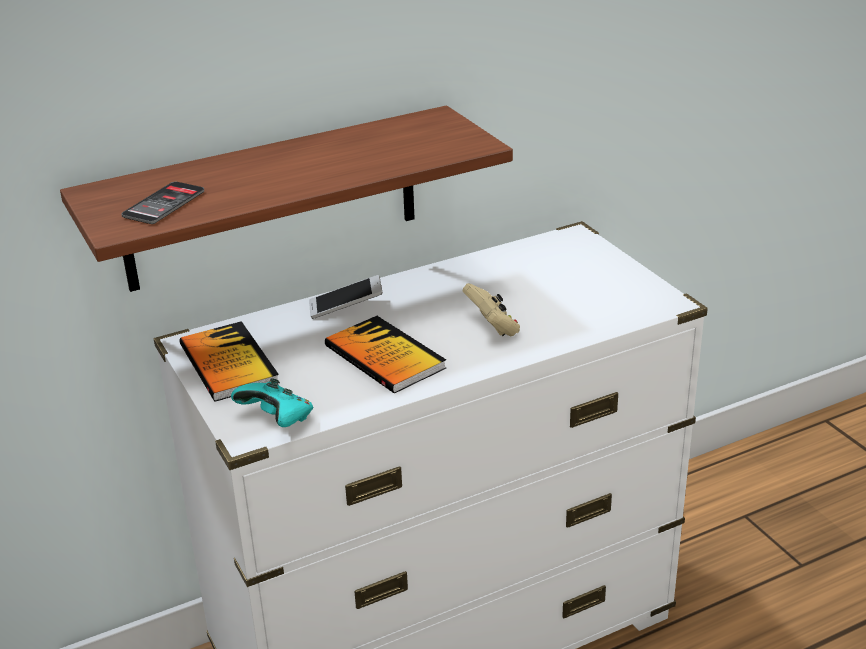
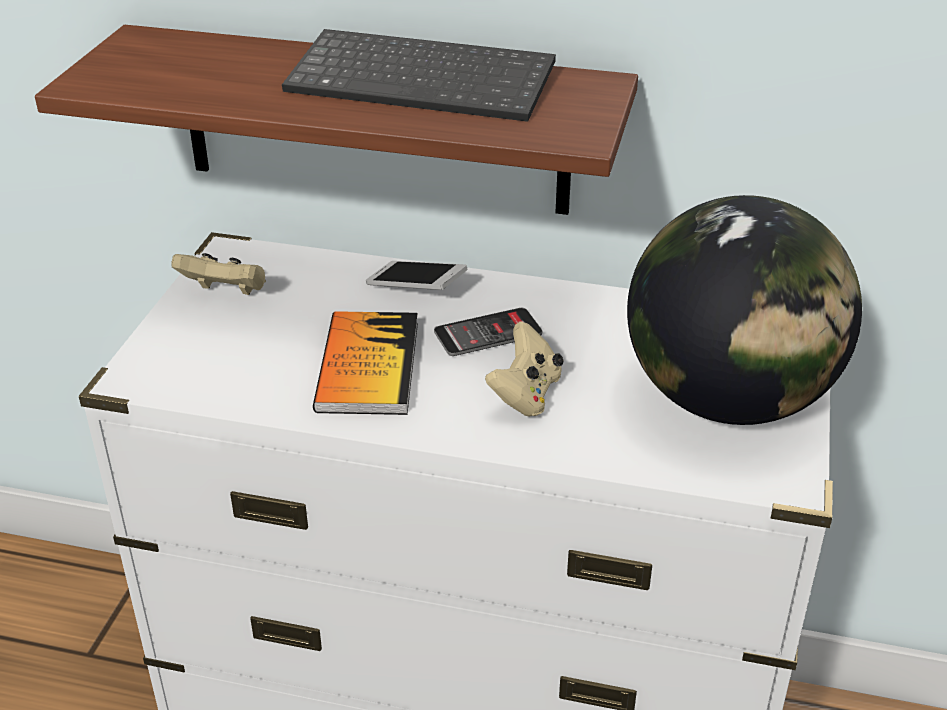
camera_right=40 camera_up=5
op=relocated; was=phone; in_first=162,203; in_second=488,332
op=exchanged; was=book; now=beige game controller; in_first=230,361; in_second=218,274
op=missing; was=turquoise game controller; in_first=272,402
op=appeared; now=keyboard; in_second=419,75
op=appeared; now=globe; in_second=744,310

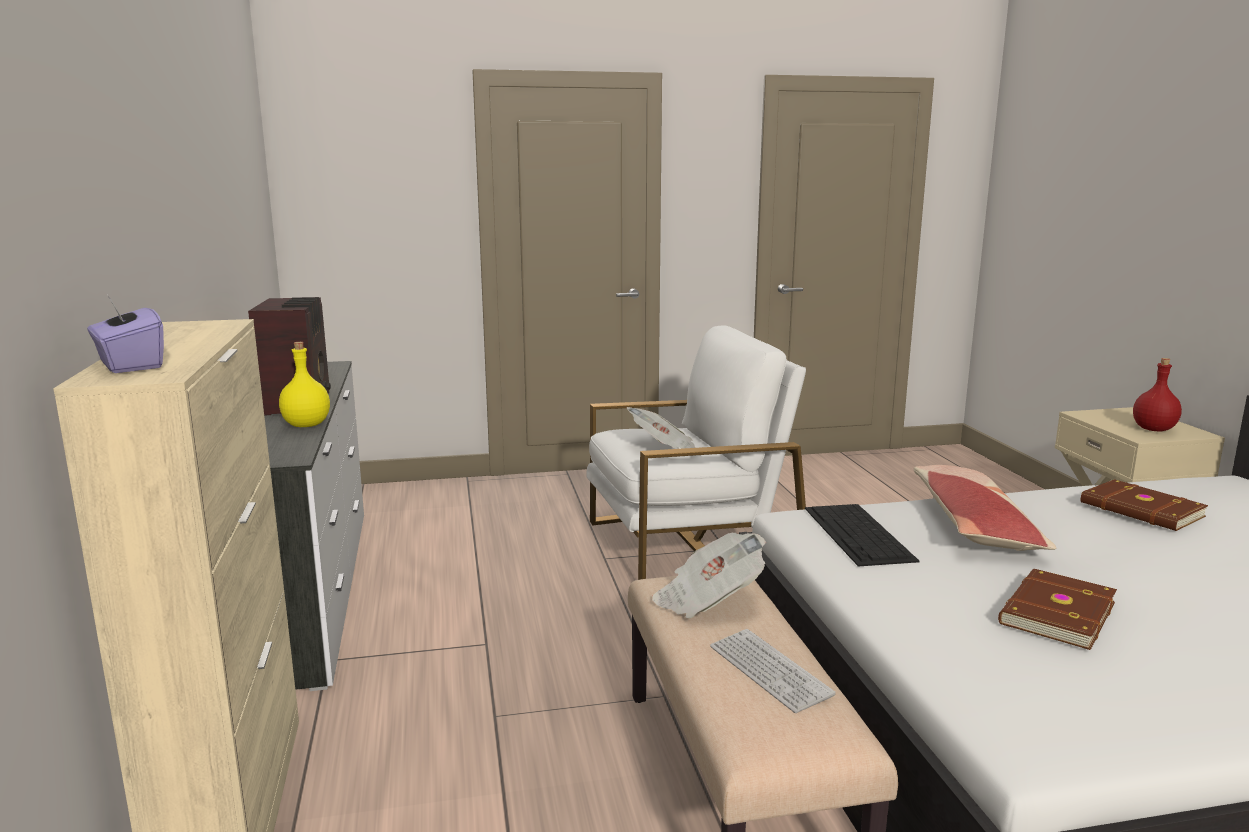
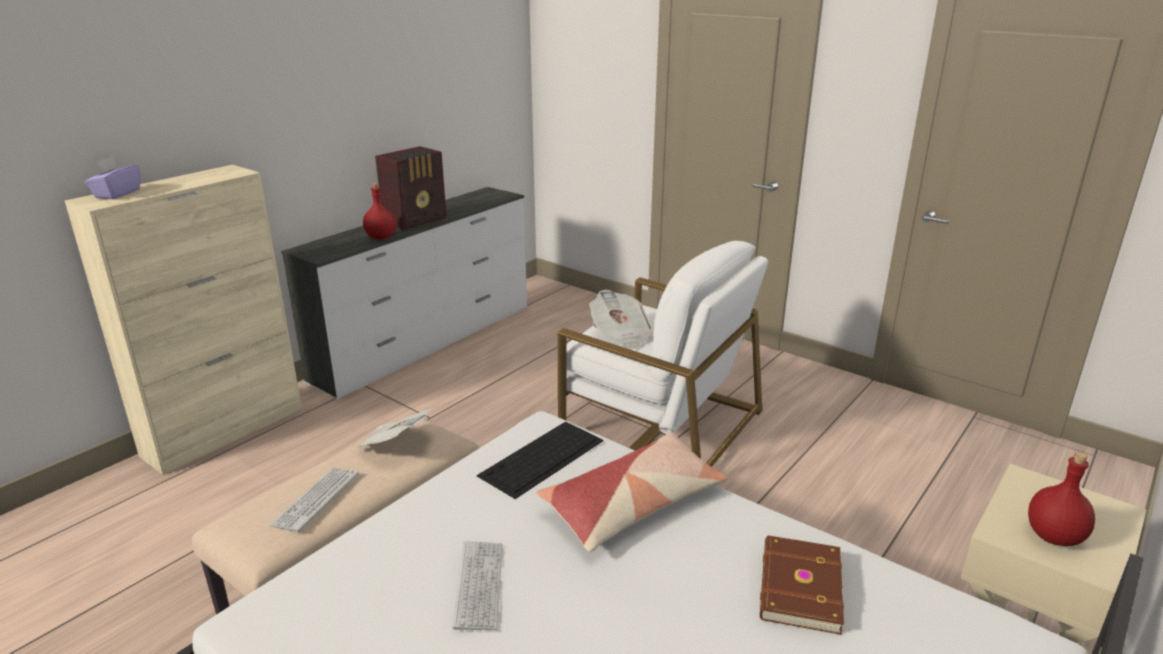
camera_right=50 camera_up=10
op=colour; was=yellow bottle; now=red bottle; in_first=304,384; in_second=379,211
op=exchanged; was=brown book; now=keyboard; in_first=1057,609; in_second=477,585

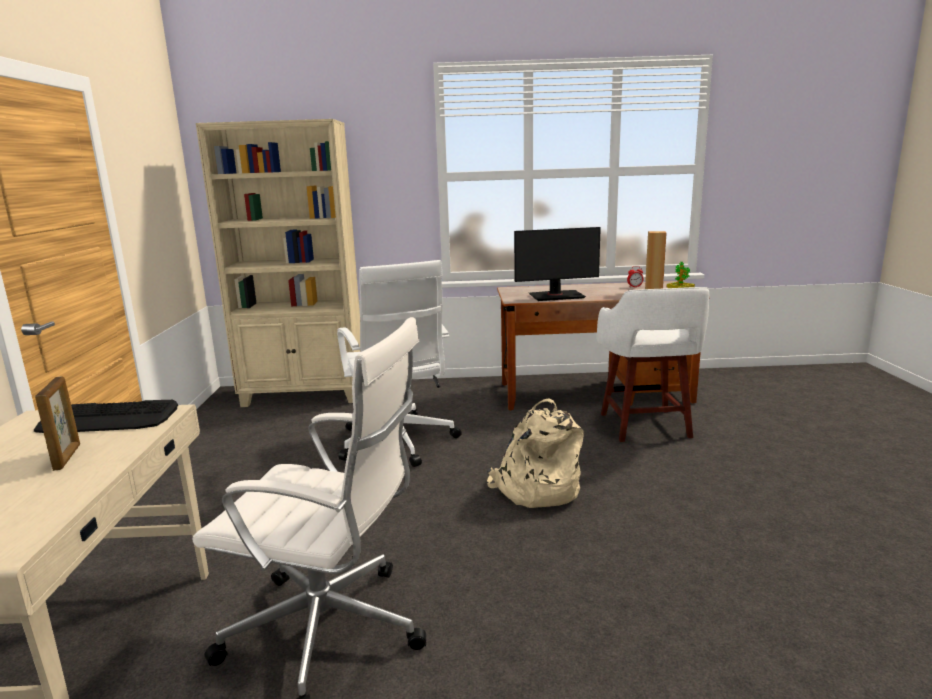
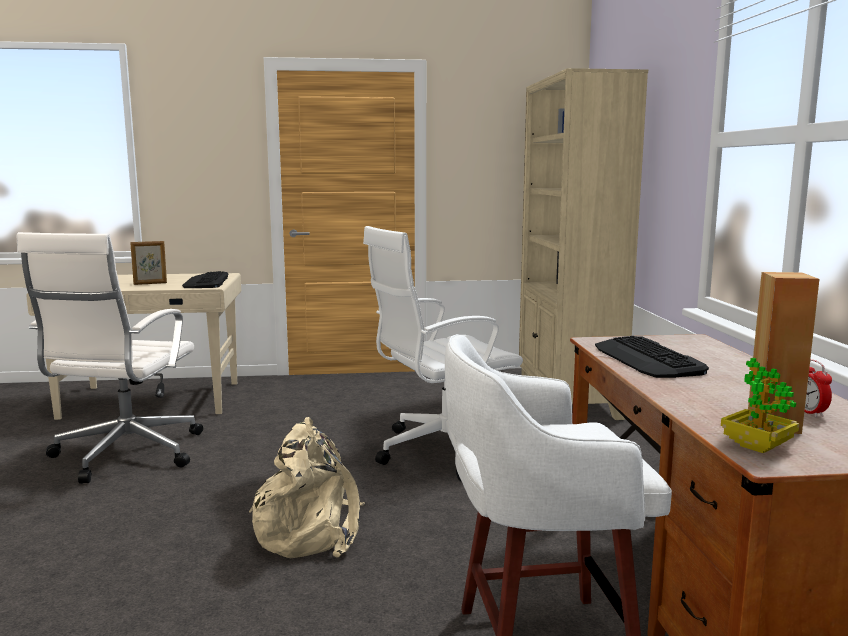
camera_right=85 camera_up=-5
op=exchanged; was=monitor; now=keyboard; in_first=557,264; in_second=652,357

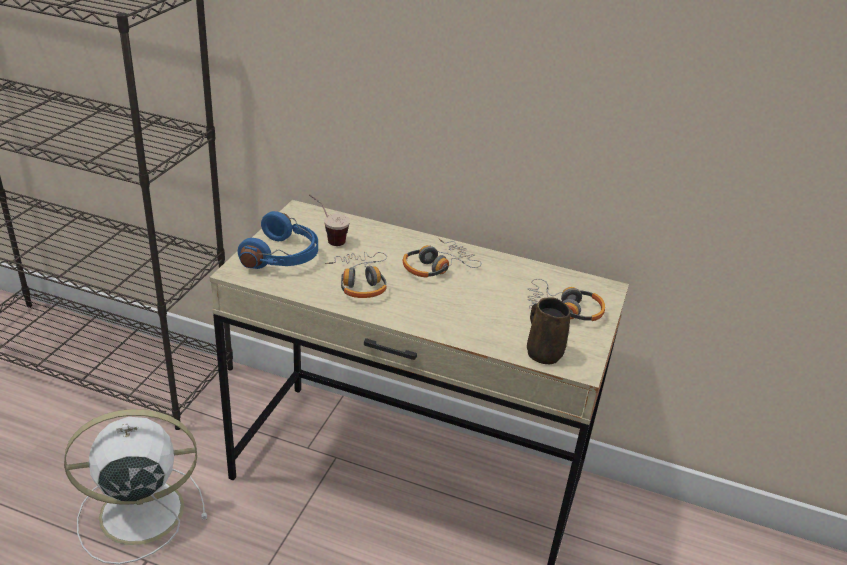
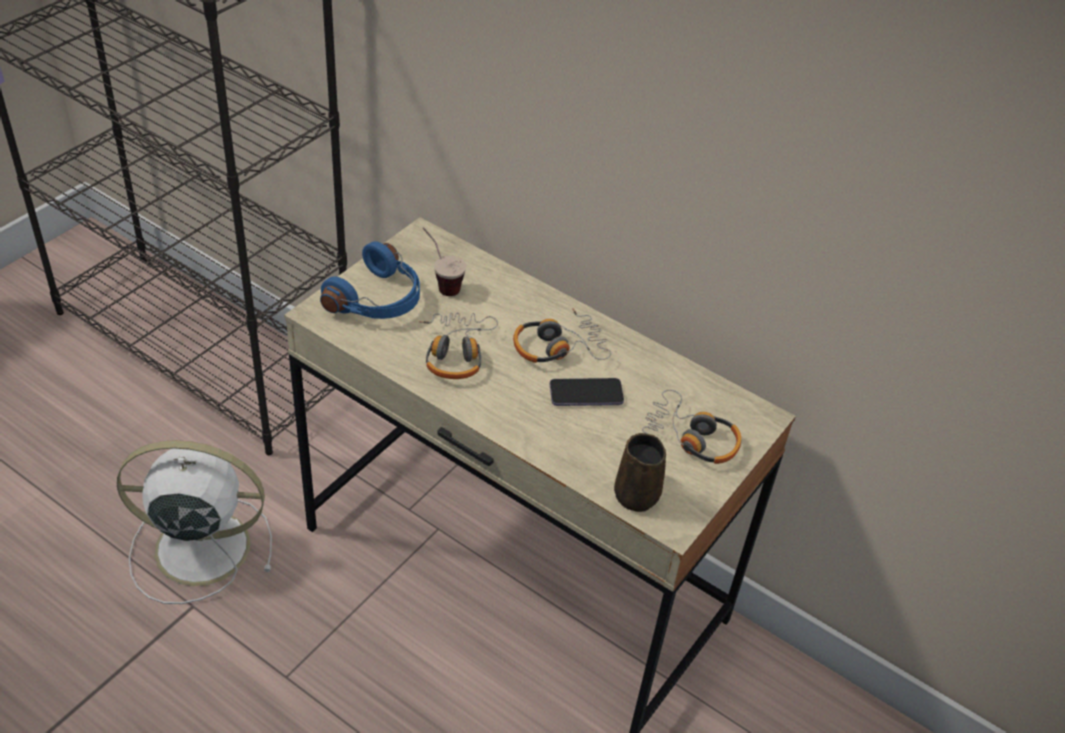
camera_right=15 camera_up=10
op=appeared; now=phone; in_second=587,392

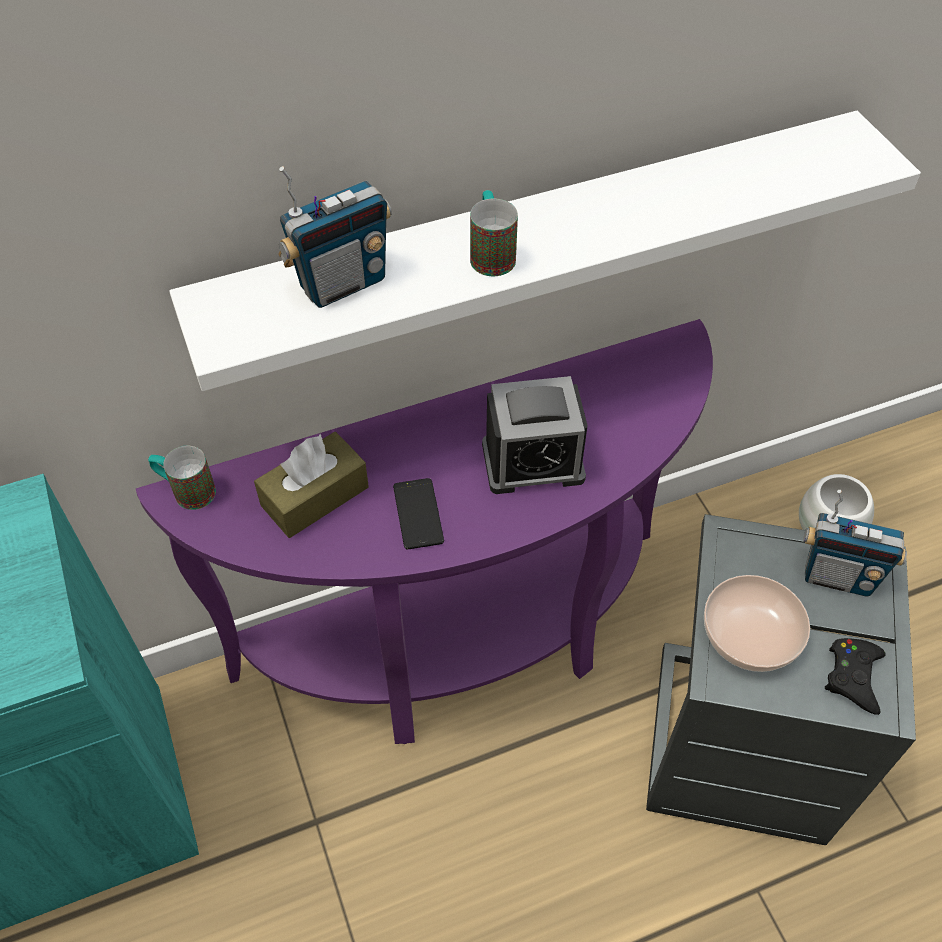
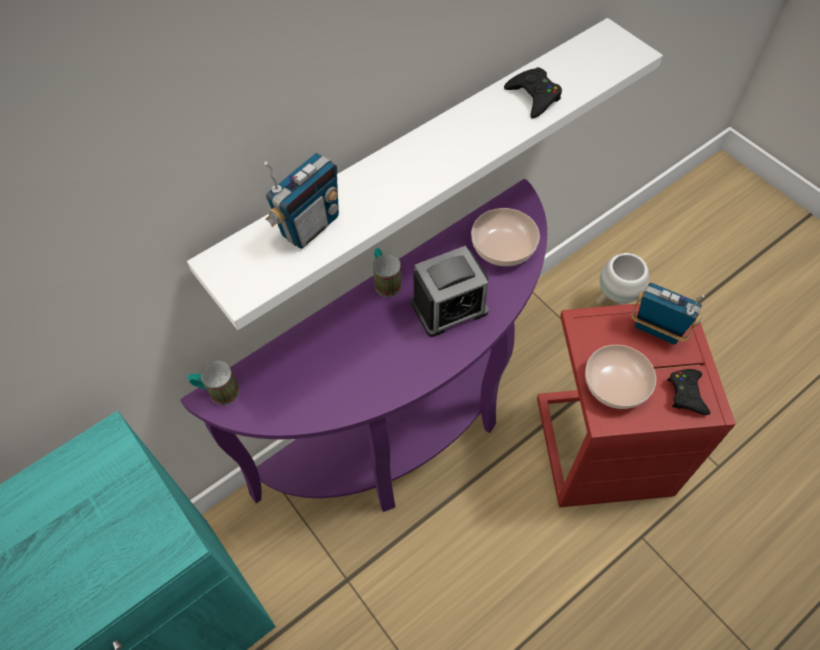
camera_right=-15 camera_up=5
op=relocated; was=mug; in_first=494,233; in_second=387,272
op=missing; was=brown tissue box; in_first=311,485
op=missing; was=phone; in_first=418,513
op=spun; was=radio; in_first=855,543; in_second=667,313; clockwise=-150
op=colour; was=grey side table; now=red side table; in_first=781,679; in_second=636,403
op=appeared; now=black game controller; in_second=533,93
op=appeared; now=bowl; in_second=505,237

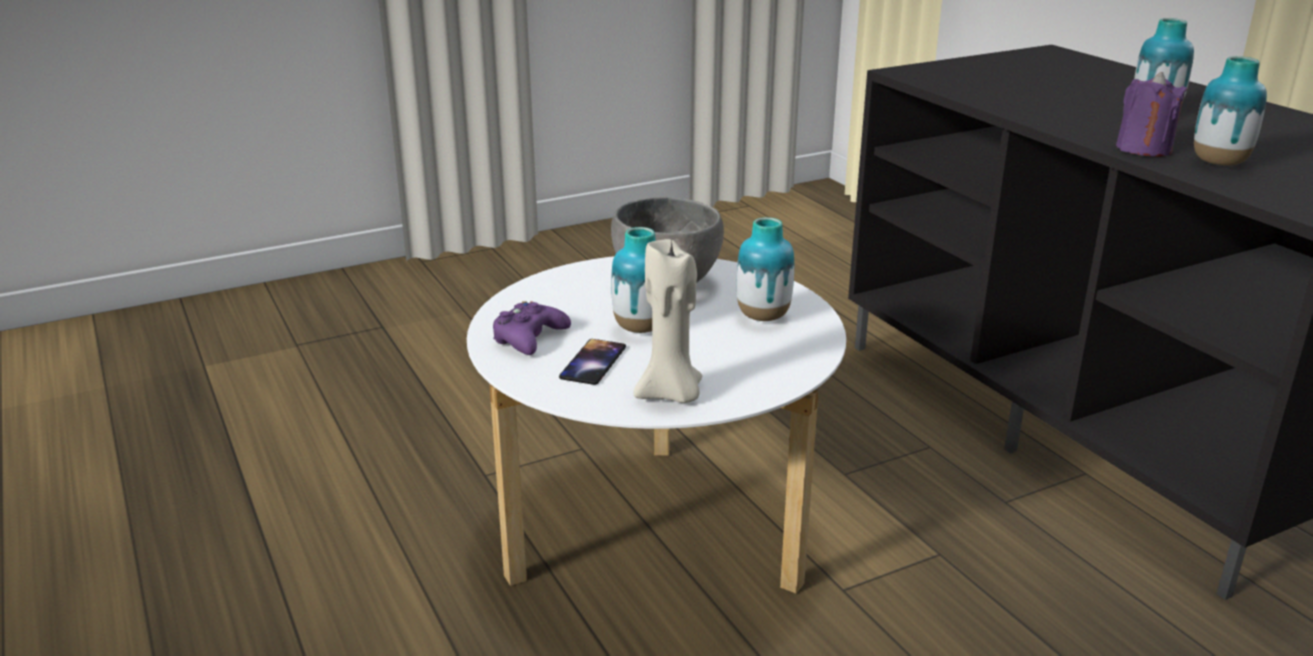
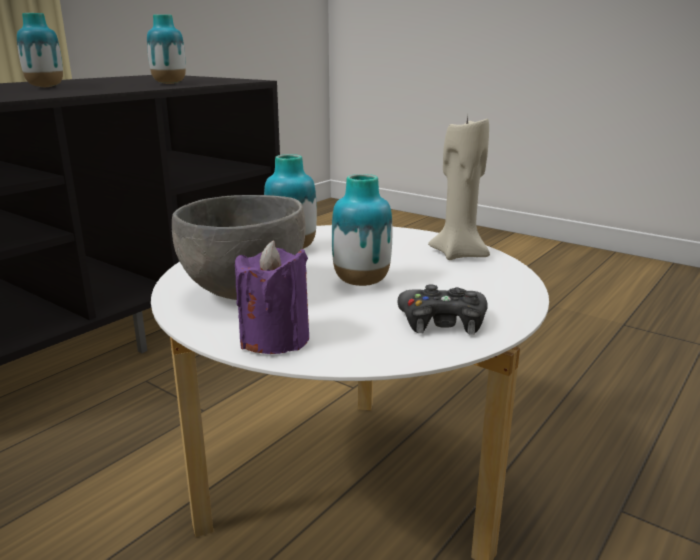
camera_right=-115 camera_up=-5
op=relocated; was=purple candle; in_first=1151,114; in_second=272,297
op=colour; was=purple game controller; now=black game controller; in_first=532,328; in_second=443,309
op=missing; was=phone; in_first=592,362

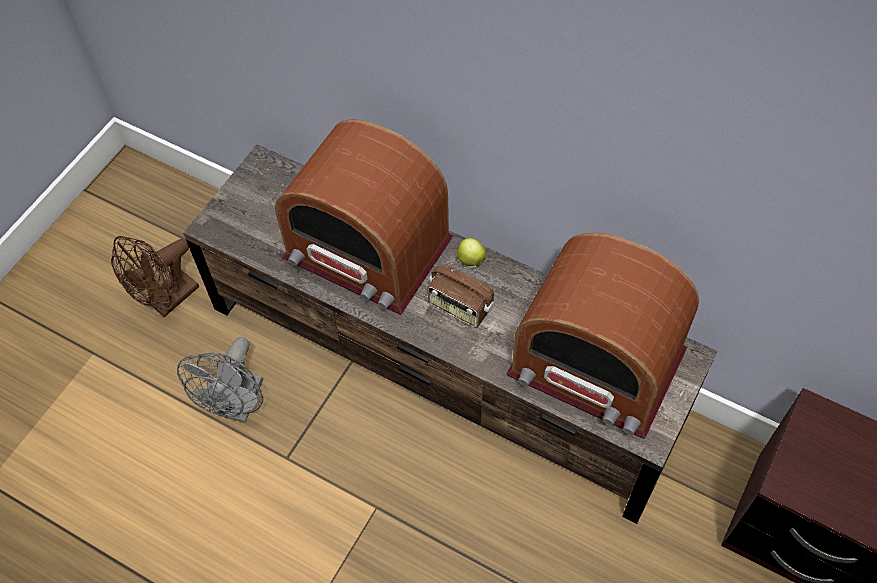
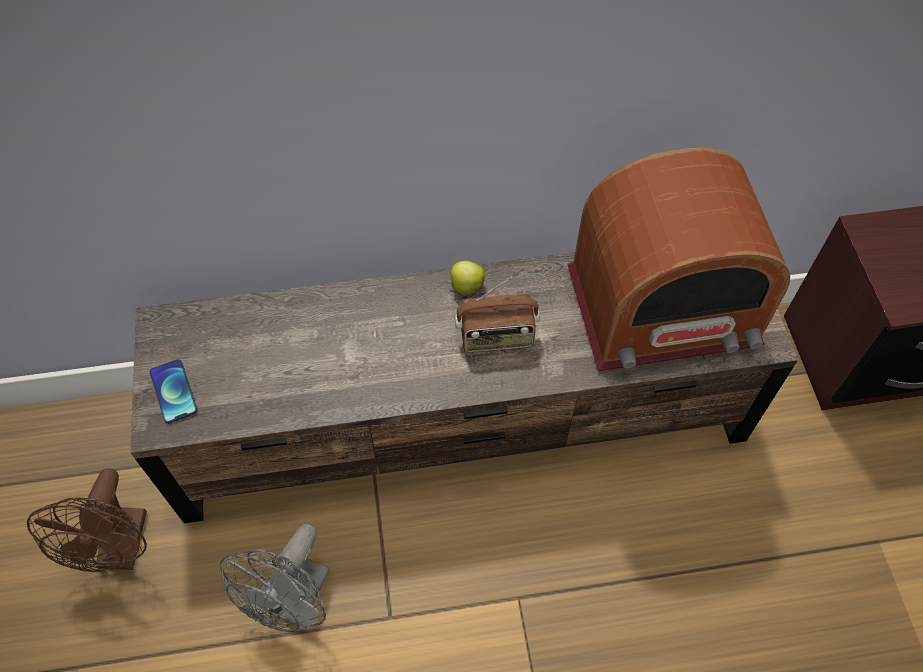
camera_right=-40 camera_up=0
op=missing; was=radio; in_first=364,217
op=spun; was=grey fan; in_first=220,380; in_second=275,578; clockwise=45
op=appeared; now=phone; in_second=174,391

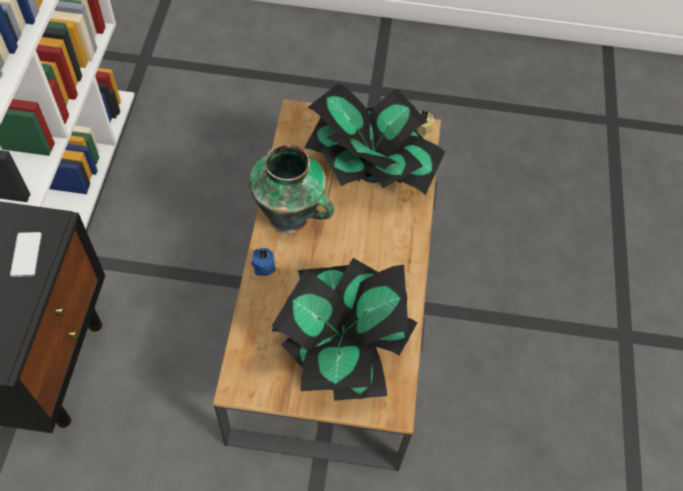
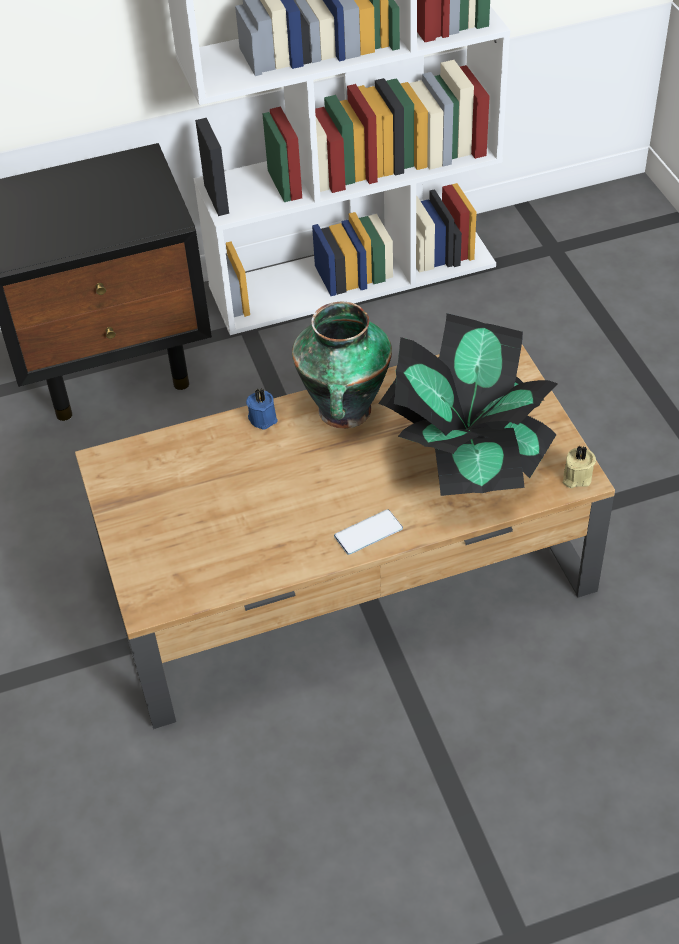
camera_right=70 camera_up=-10
op=relocated; was=phone; in_first=26,254; in_second=368,532
op=missing; was=potted plant; in_first=344,329

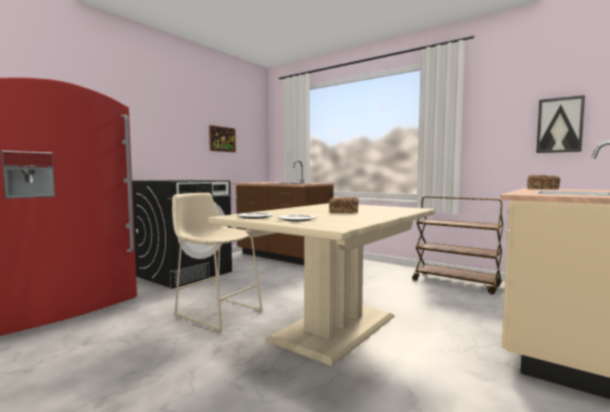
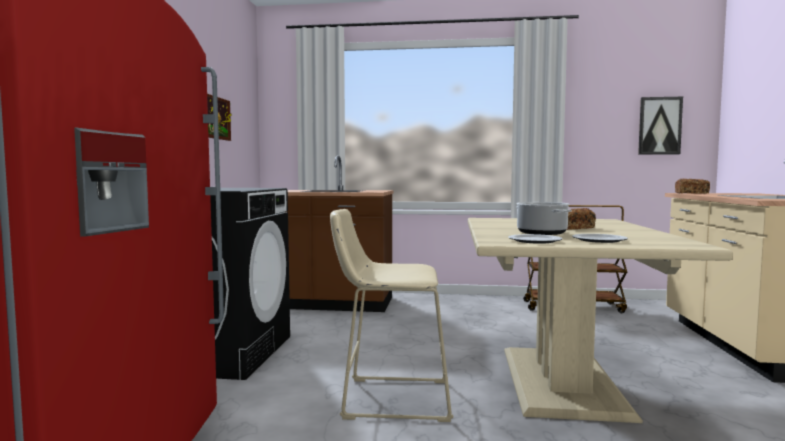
camera_right=-30 camera_up=0
op=appeared; now=cooking pot; in_second=544,218

